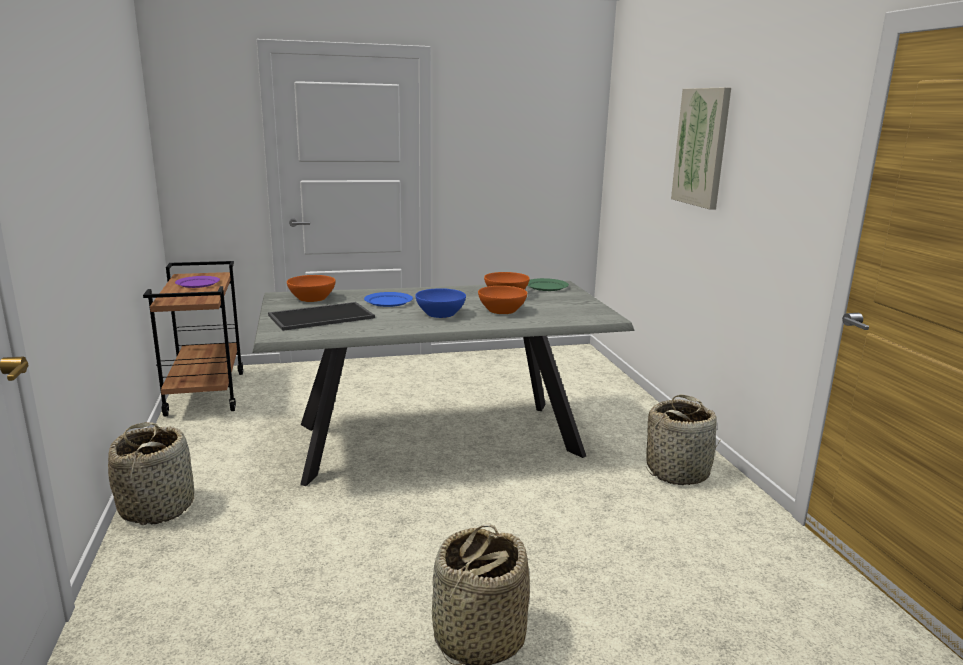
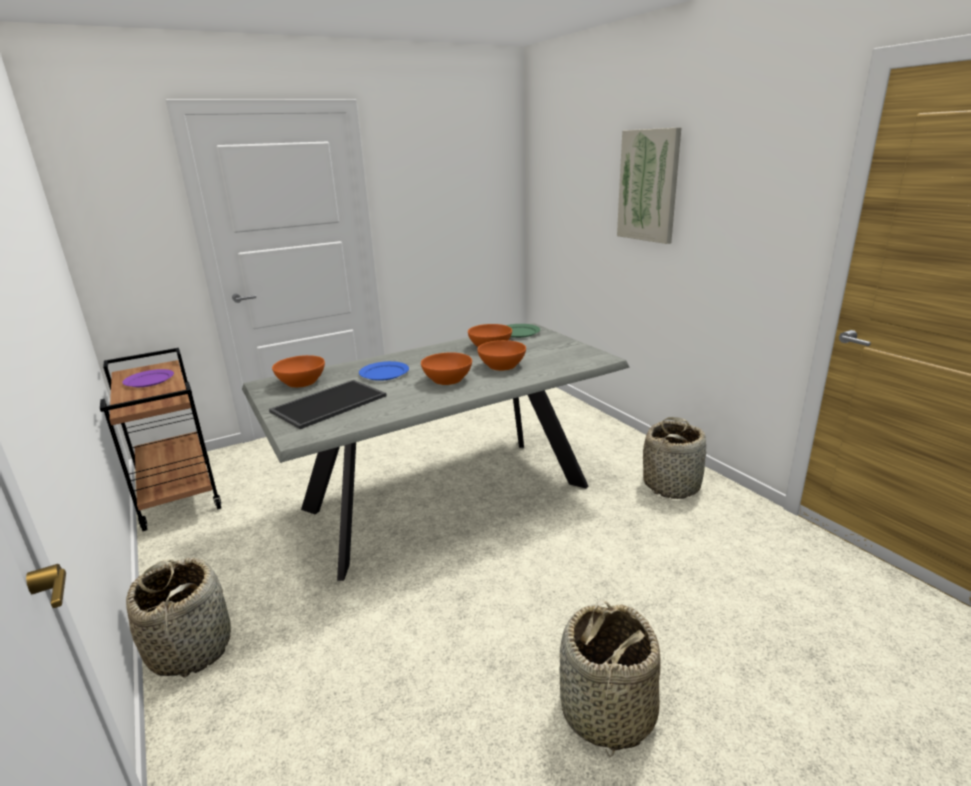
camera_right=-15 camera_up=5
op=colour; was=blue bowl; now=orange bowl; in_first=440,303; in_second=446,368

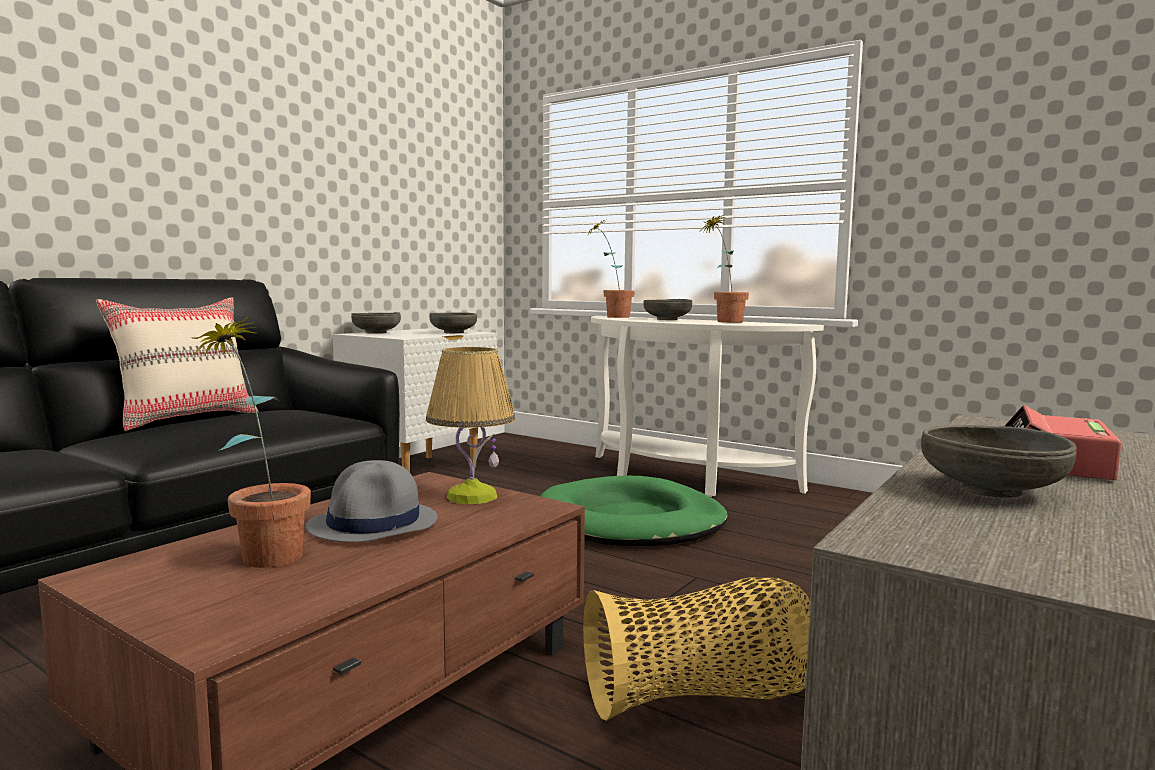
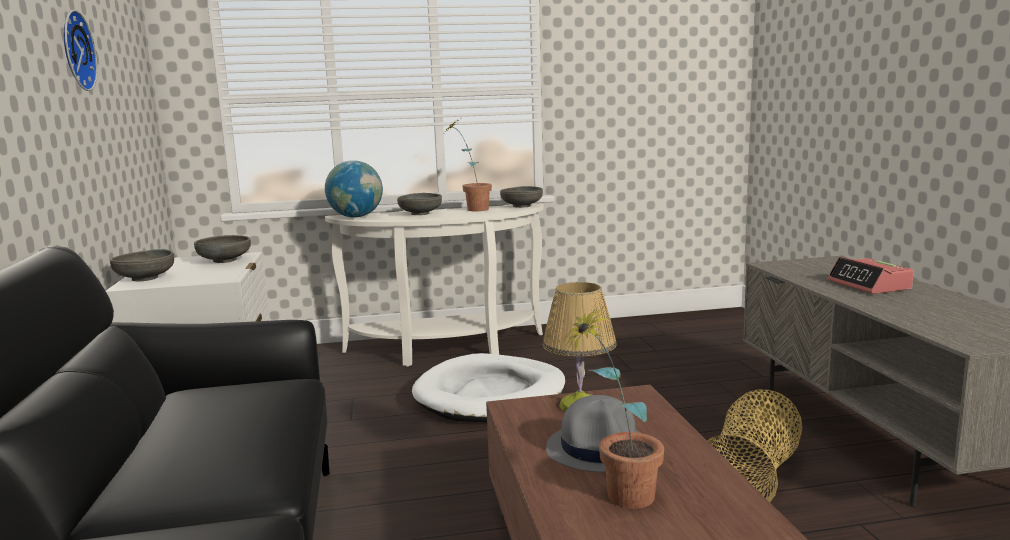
camera_right=-45 camera_up=5
op=exchanged; was=potted plant; now=globe; in_first=612,269; in_second=354,189
op=missing; was=beige pillow; in_first=177,364
op=relocated; was=grey bowl; in_first=999,461; in_second=521,197
op=colour; was=green dog bed; now=white dog bed; in_first=634,510; in_second=489,387
op=appeared; now=wall clock; in_second=81,50

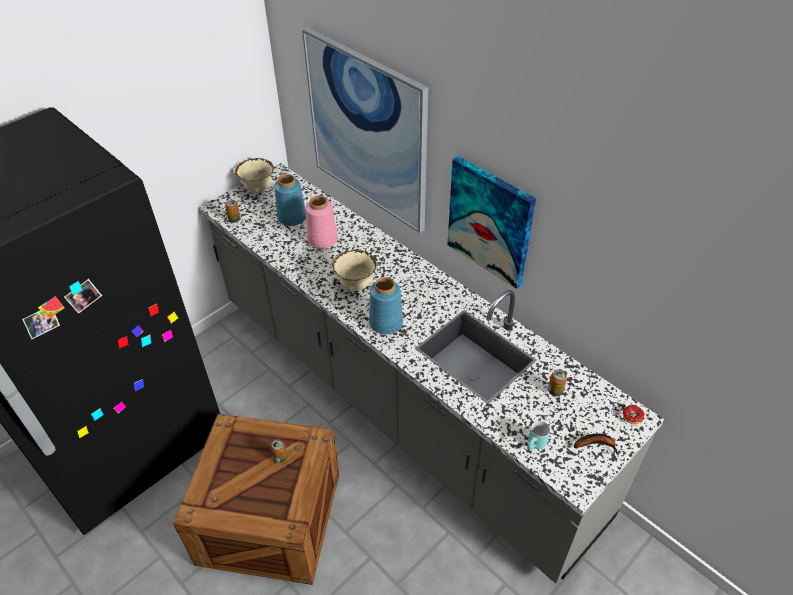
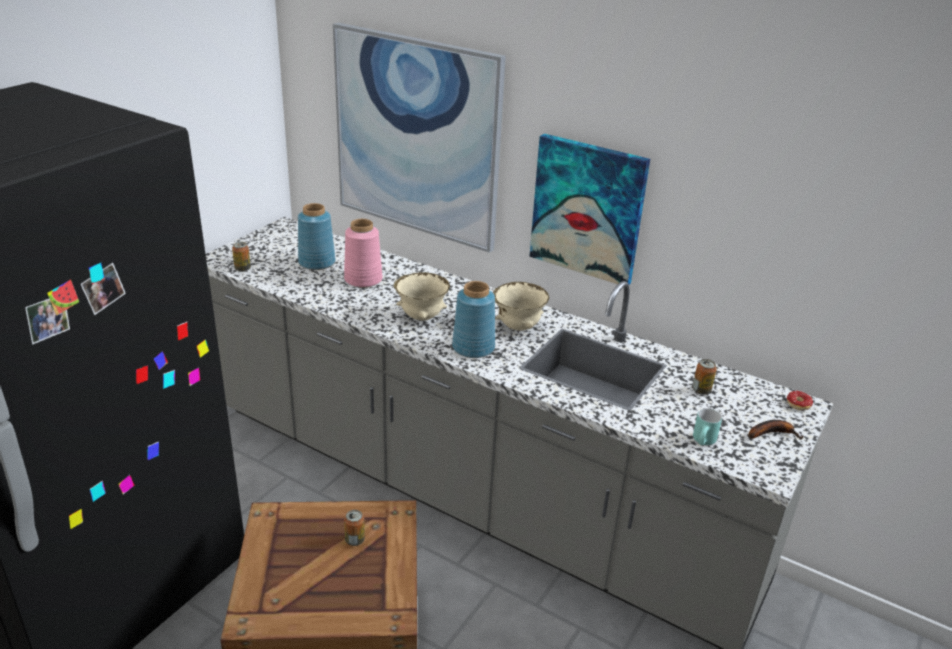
camera_right=-15 camera_up=-15
op=relocated; was=beige bowl; in_first=254,175; in_second=521,306

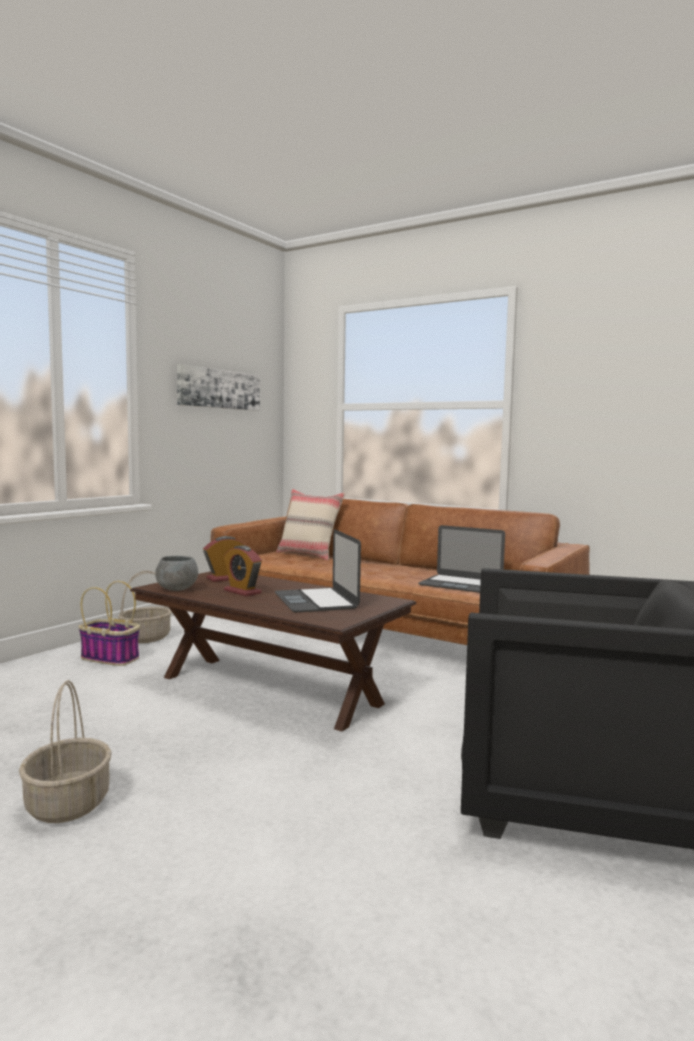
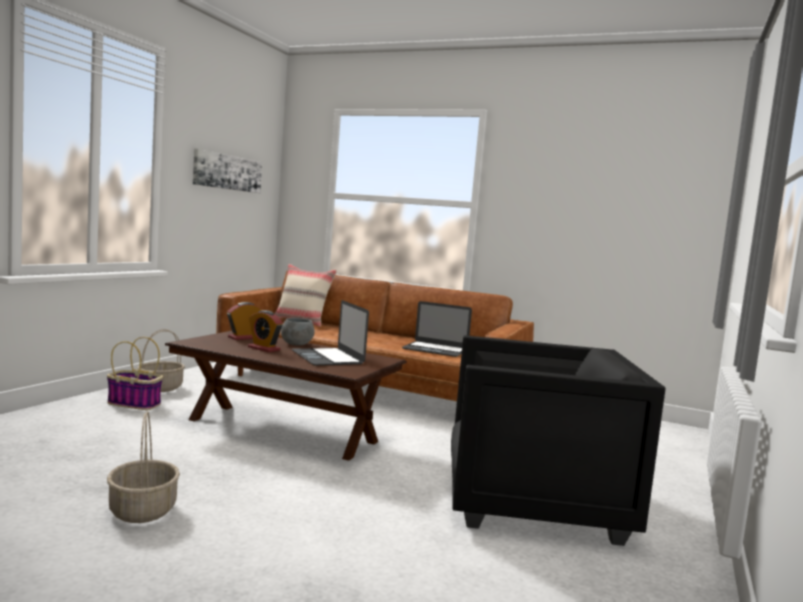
camera_right=-10 camera_up=0
op=relocated; was=grey bowl; in_first=176,573; in_second=298,332

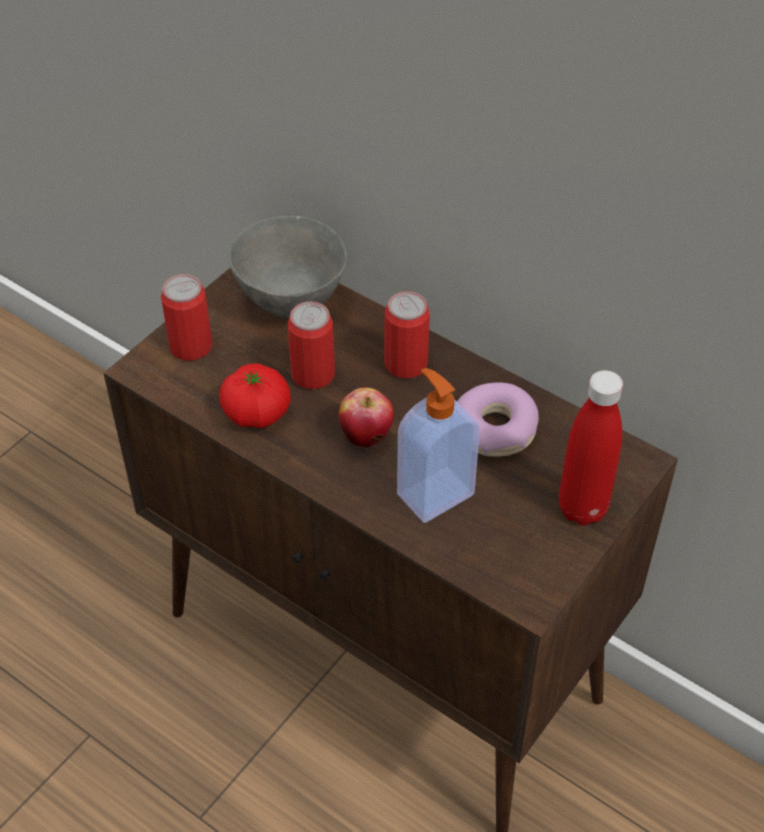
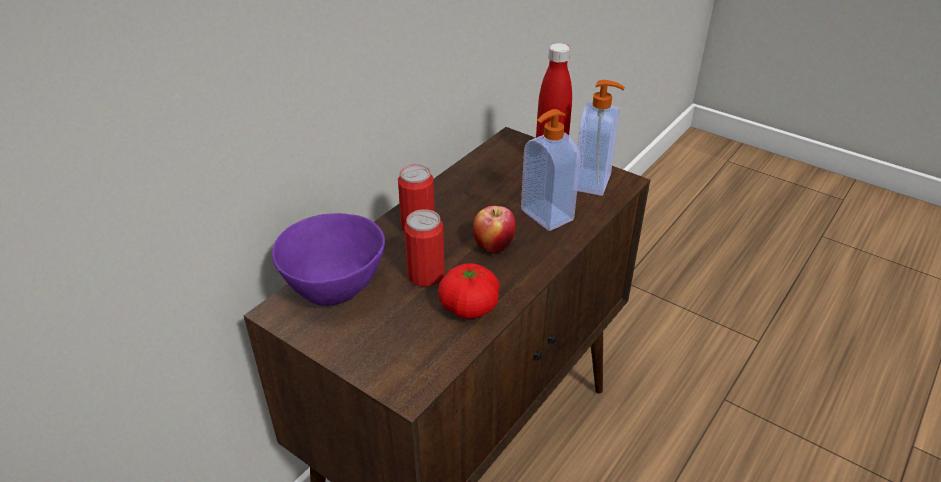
camera_right=-90 camera_up=-10
op=colour; was=grey bowl; now=purple bowl; in_first=287,267; in_second=328,259
op=missing; was=can; in_first=187,317
op=missing; was=donut; in_first=498,419
op=appeared; now=soap dispenser; in_second=601,138

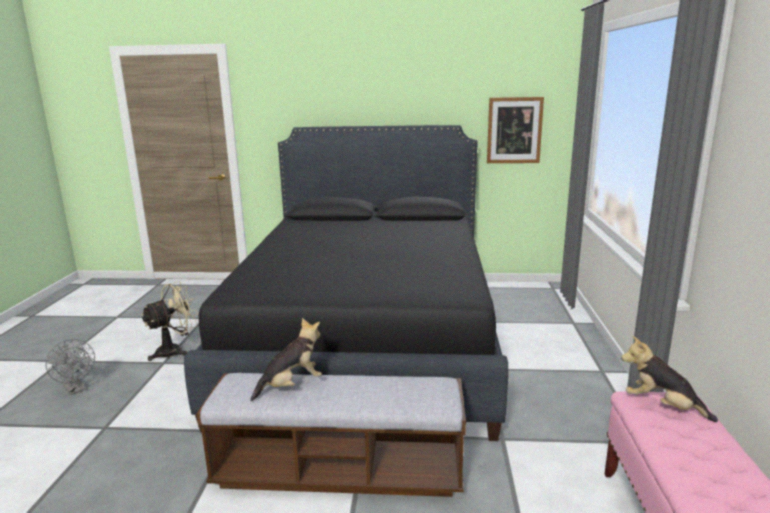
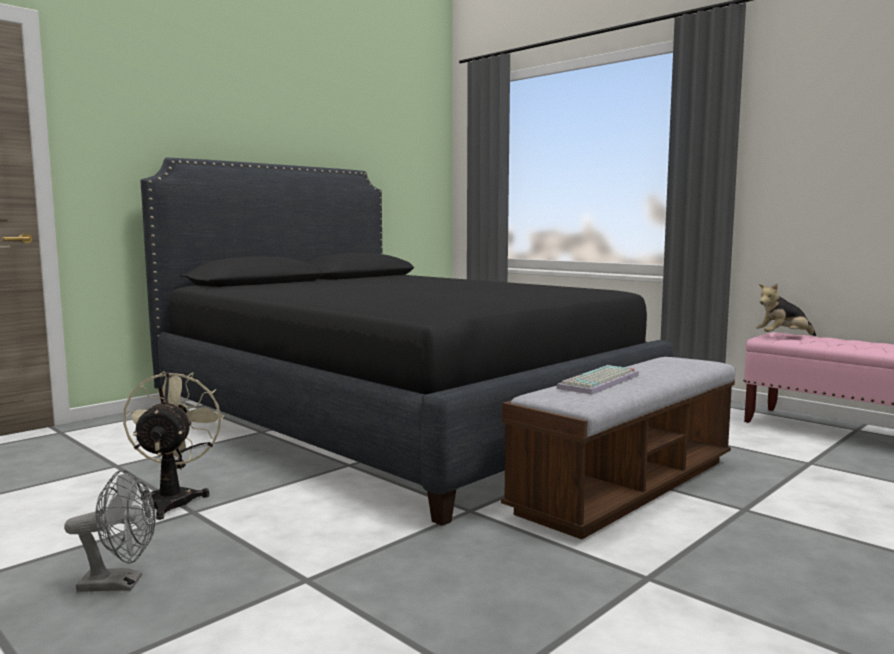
camera_right=-50 camera_up=-10
op=missing; was=picture; in_first=515,130
op=exchanged; was=plush toy; now=keyboard; in_first=286,359; in_second=597,380

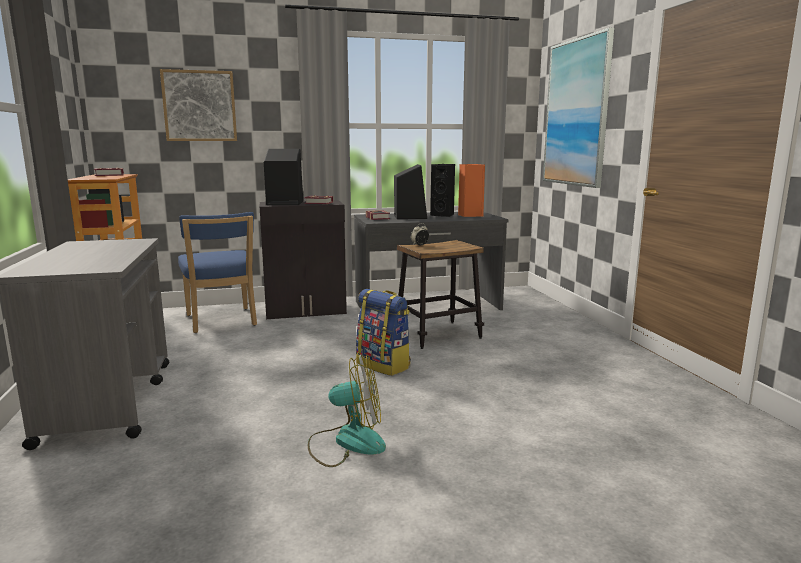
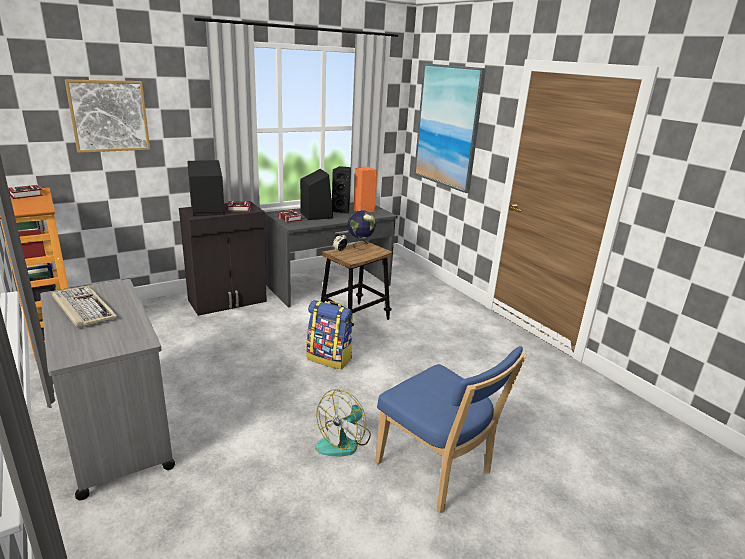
camera_right=-20 camera_up=10
op=relocated; was=blue chair; in_first=217,272; in_second=451,429
op=spun; was=fan; in_first=347,409; in_second=343,422; clockwise=150
op=appeared; now=globe; in_second=361,230
op=appeared; now=keyboard; in_second=84,307

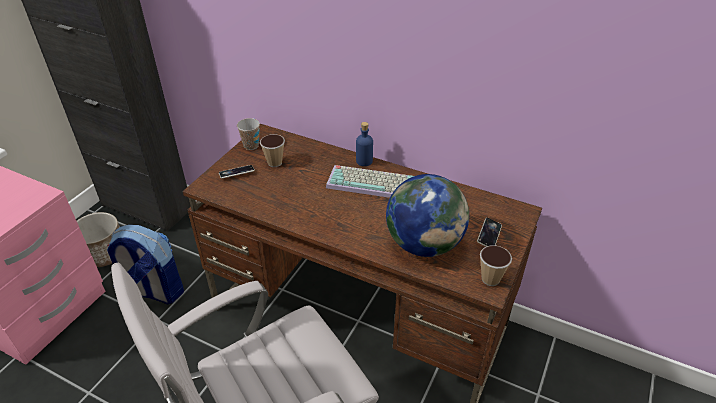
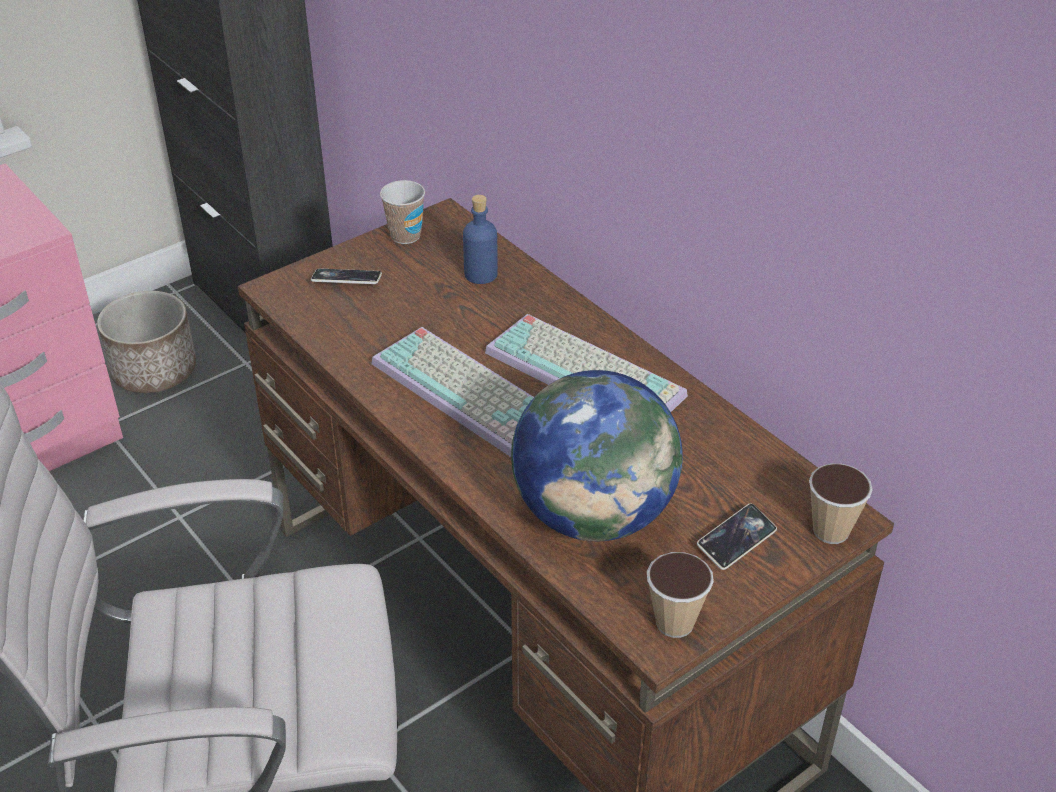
camera_right=25 camera_up=0
op=relocated; was=blue bottle; in_first=364,144; in_second=480,239
op=relocated; was=cup; in_first=272,150; in_second=841,504
op=missing; was=backpack; in_first=145,264
op=appeared; now=keyboard; in_second=452,392

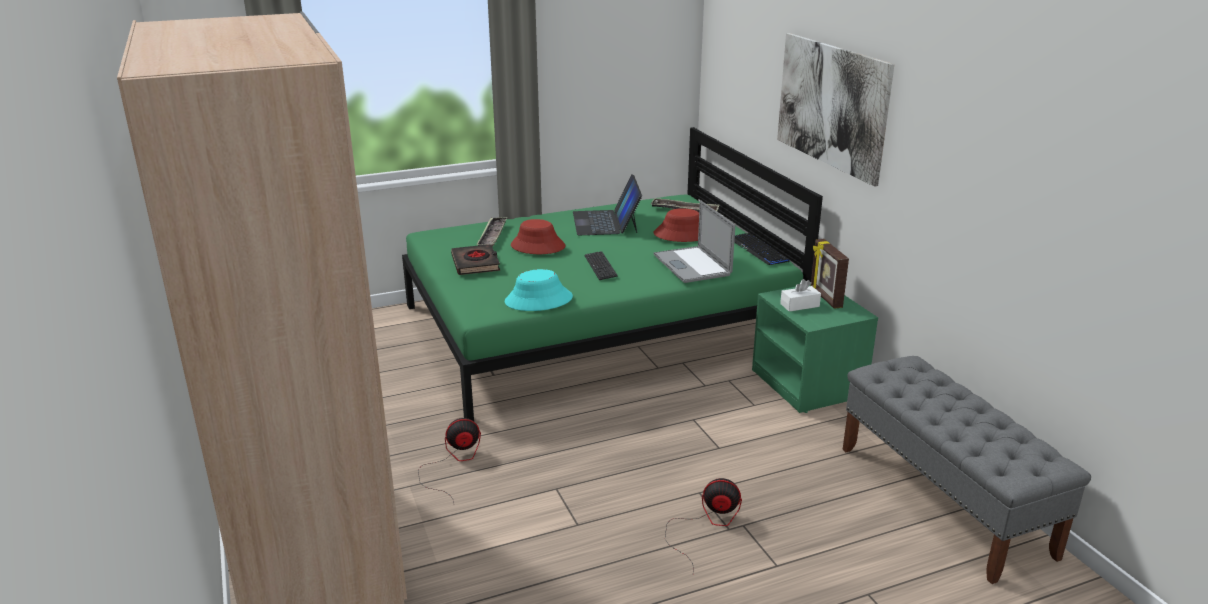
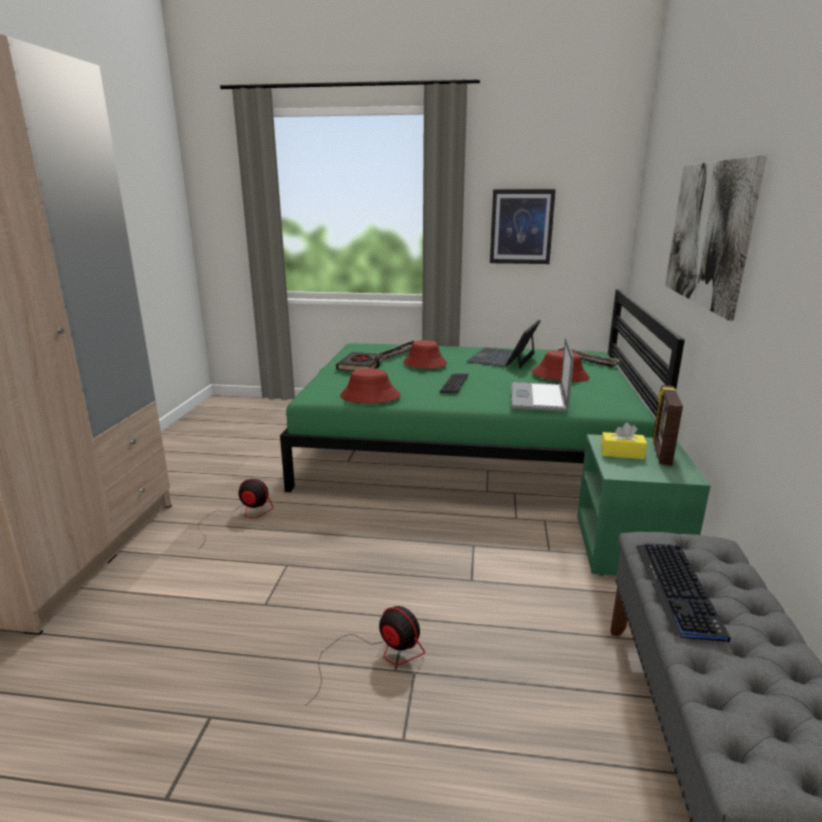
camera_right=30 camera_up=-5
op=relocated; was=keyboard; in_first=761,248; in_second=683,593
op=colour; was=turquoise hat; now=red hat; in_first=539,290; in_second=370,385
op=colour; was=white tissue box; now=yellow tissue box; in_first=800,295; in_second=624,440
op=appeared; now=picture; in_second=523,226

